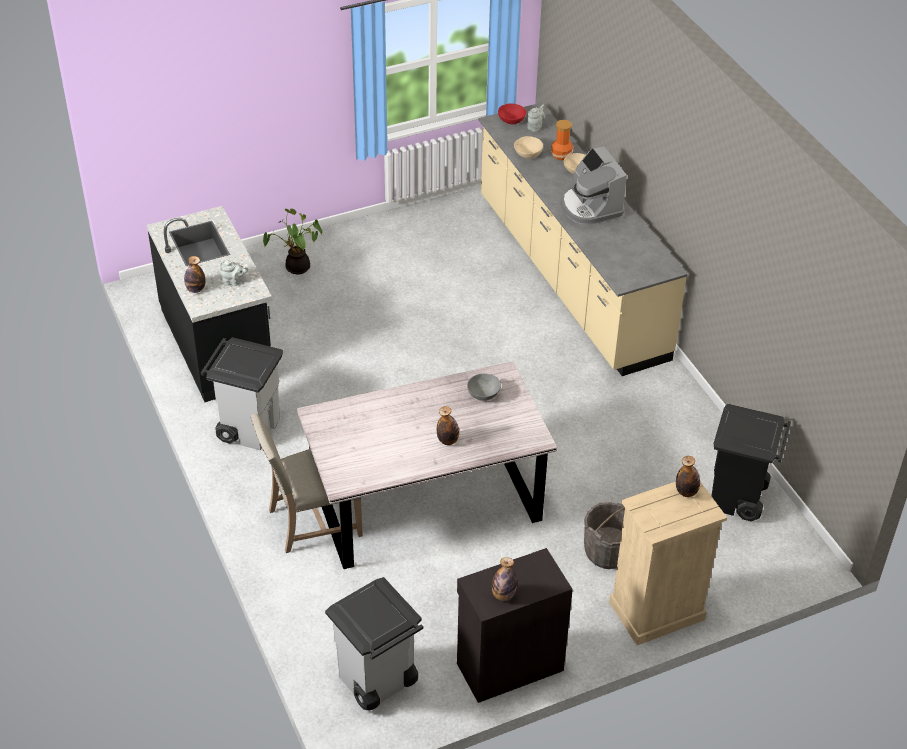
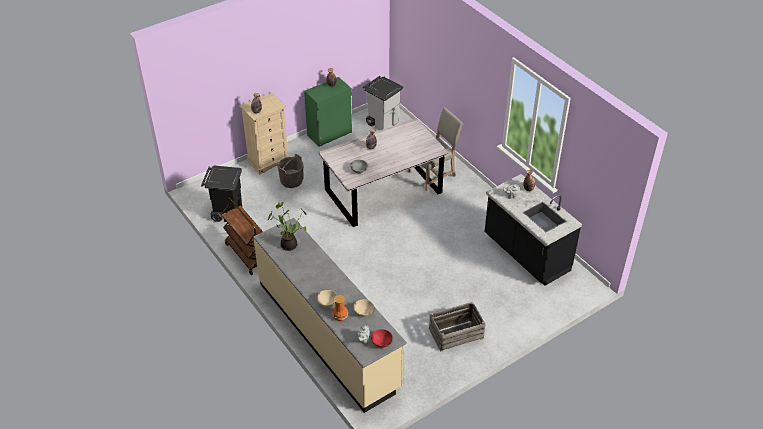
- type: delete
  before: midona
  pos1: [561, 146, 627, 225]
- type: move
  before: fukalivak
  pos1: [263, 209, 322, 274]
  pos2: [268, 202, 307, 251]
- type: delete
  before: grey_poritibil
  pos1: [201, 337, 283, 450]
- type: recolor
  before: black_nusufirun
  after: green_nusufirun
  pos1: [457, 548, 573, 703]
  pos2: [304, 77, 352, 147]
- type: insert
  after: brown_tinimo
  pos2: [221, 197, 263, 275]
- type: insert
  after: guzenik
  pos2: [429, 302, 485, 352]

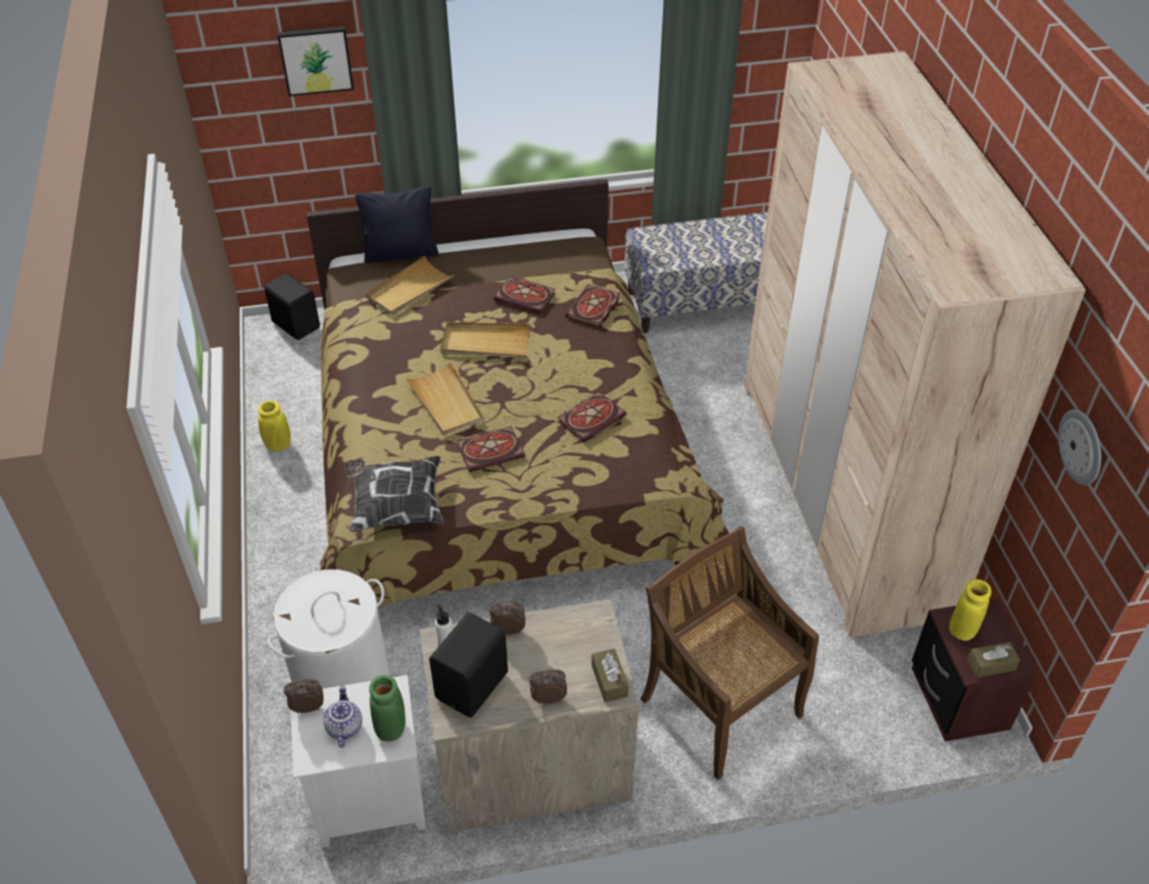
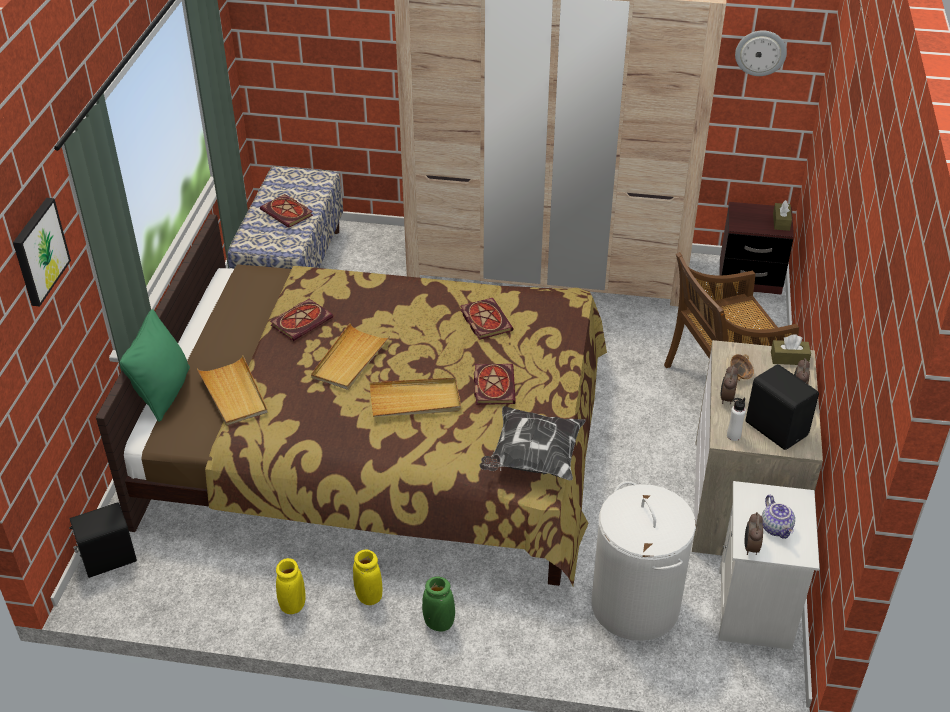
- type: recolor
  before: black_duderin
  after: green_duderin
  pos1: [355, 186, 439, 264]
  pos2: [120, 309, 190, 422]
- type: move
  before: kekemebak
  pos1: [566, 284, 621, 328]
  pos2: [260, 194, 313, 228]
- type: move
  before: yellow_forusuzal
  pos1: [949, 579, 992, 641]
  pos2: [353, 549, 382, 605]
- type: move
  before: green_forusuzal
  pos1: [369, 675, 406, 741]
  pos2: [422, 576, 455, 631]
- type: rotate
  before: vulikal
  pos1: [323, 685, 362, 748]
  pos2: [762, 495, 795, 539]
  turn: -120
- type: insert
  after: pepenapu
  pos2: [730, 354, 754, 381]

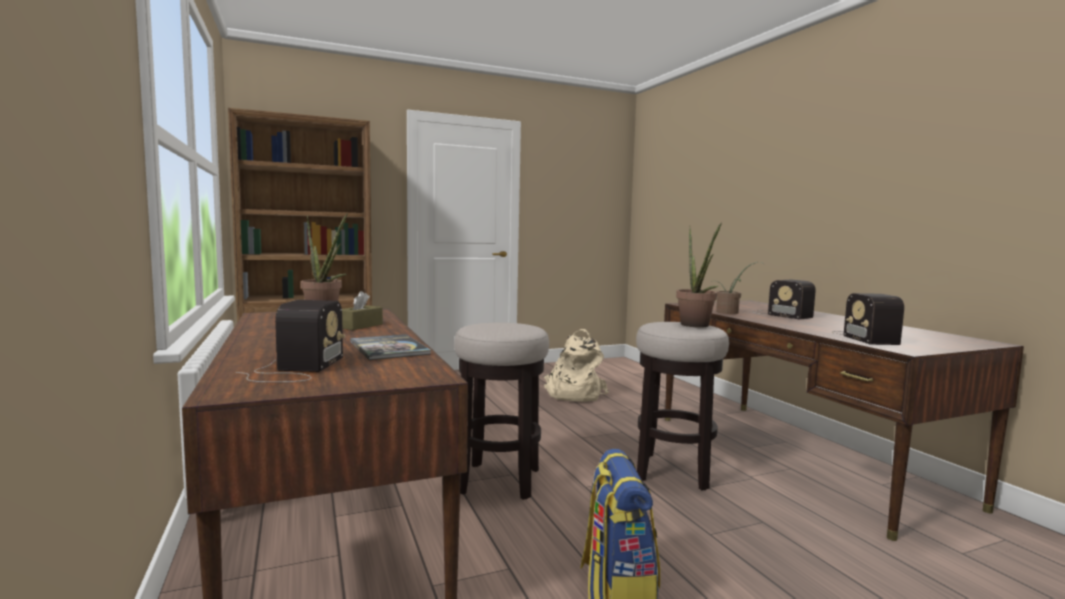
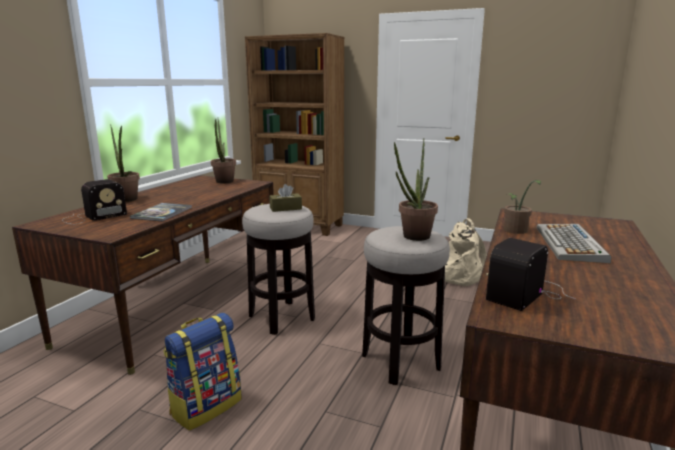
- type: replace
  before: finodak
  after: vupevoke
  pos1: [753, 280, 816, 320]
  pos2: [537, 224, 612, 263]
- type: move
  before: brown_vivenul
  pos1: [342, 291, 383, 330]
  pos2: [269, 184, 302, 212]
- type: insert
  after: fukalivak
  pos2: [107, 124, 140, 202]

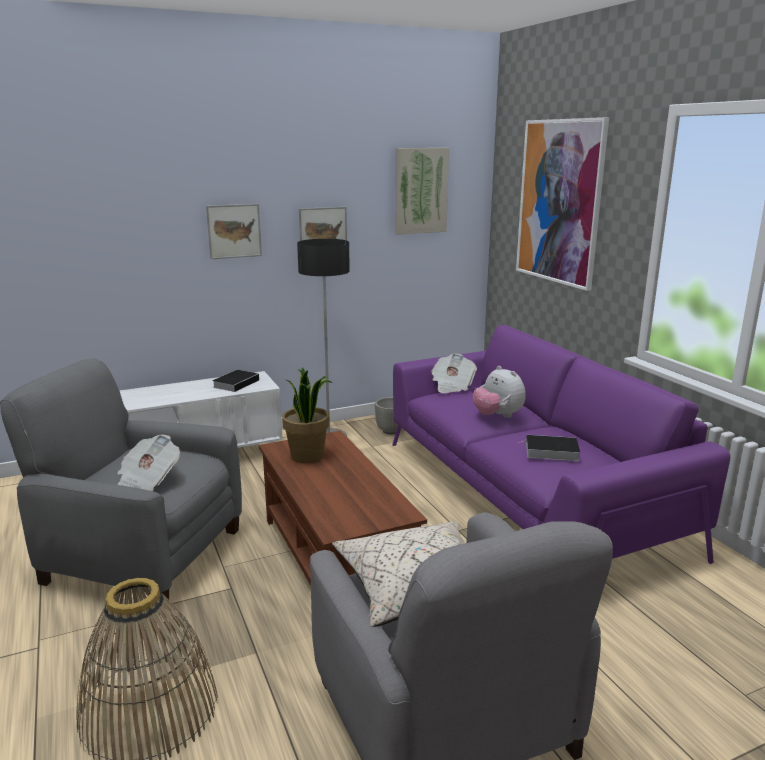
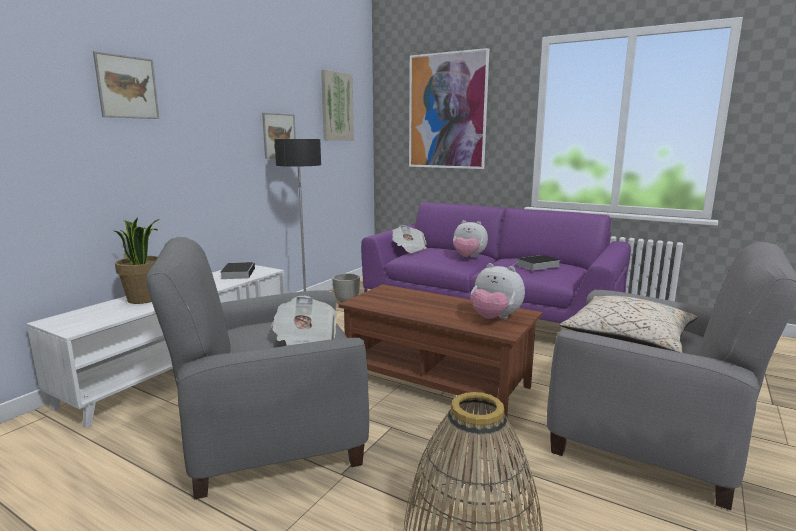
- type: move
  before: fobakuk
  pos1: [206, 204, 262, 259]
  pos2: [93, 51, 160, 119]
- type: move
  before: fukalivak
  pos1: [282, 367, 332, 463]
  pos2: [115, 217, 159, 304]
- type: insert
  after: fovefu
  pos2: [470, 263, 525, 319]

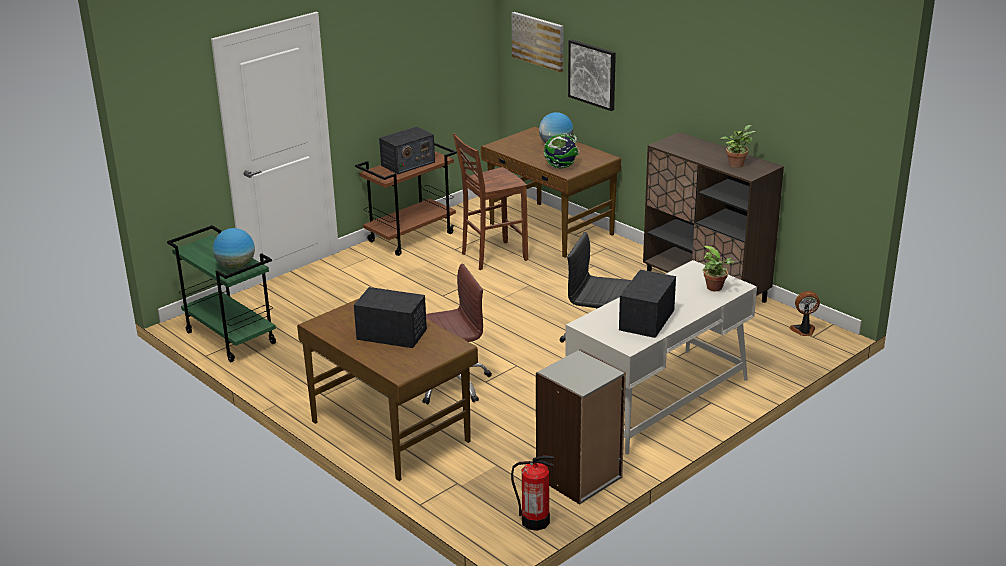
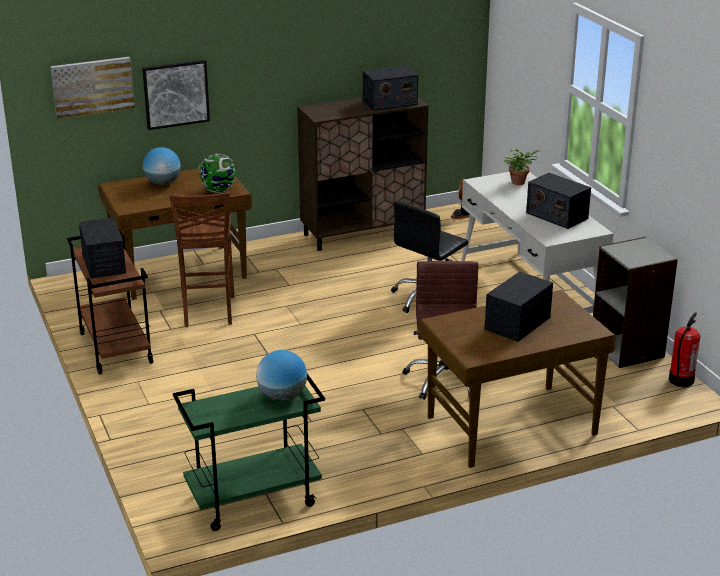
- type: replace
  before: fukalivak
  after: finodak
  pos1: [720, 125, 756, 168]
  pos2: [363, 66, 418, 111]

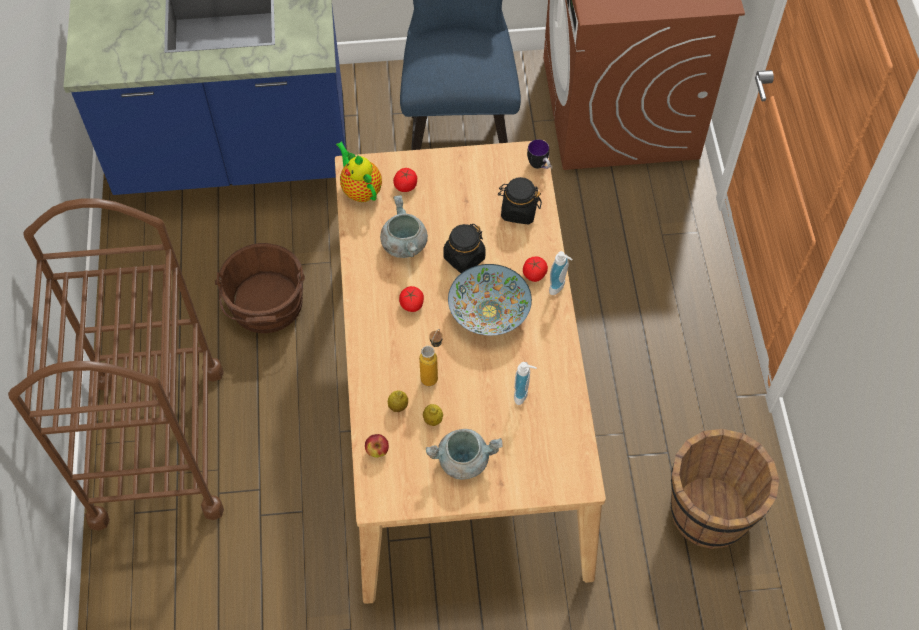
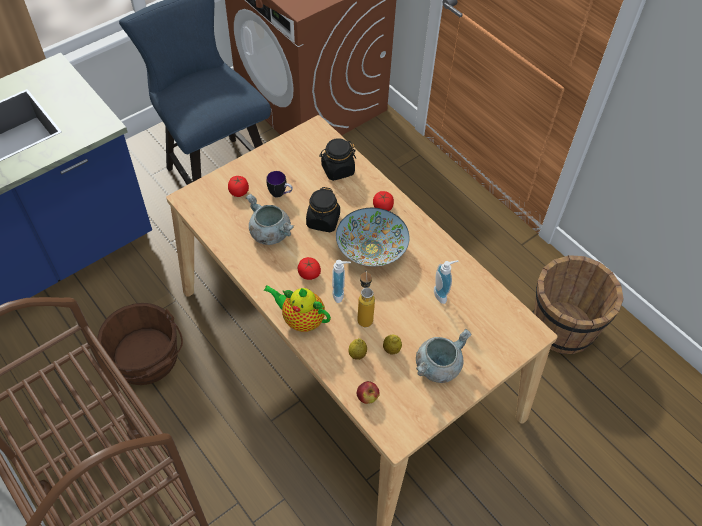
- type: move
  before: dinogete
  pos1: [527, 139, 551, 169]
  pos2: [266, 171, 293, 197]
- type: move
  before: vulikal
  pos1: [336, 141, 382, 202]
  pos2: [264, 285, 331, 332]
- type: move
  before: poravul
  pos1: [549, 251, 573, 295]
  pos2: [332, 260, 351, 303]

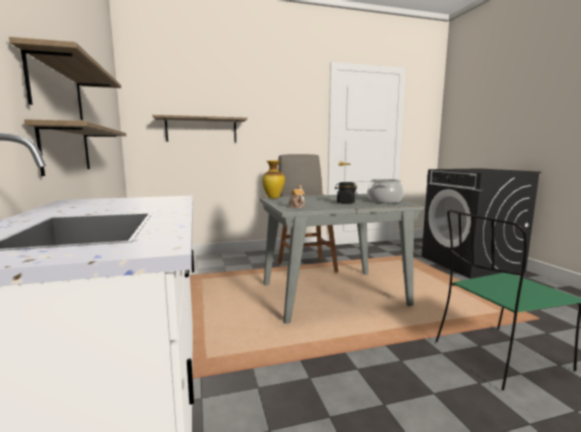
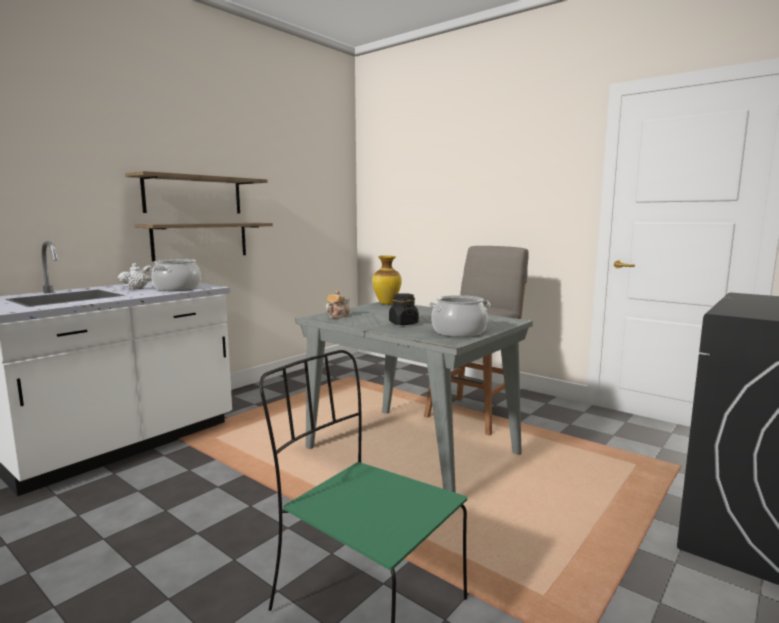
- type: delete
  before: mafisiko
  pos1: [153, 115, 247, 142]
- type: insert
  after: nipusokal
  pos2: [151, 259, 201, 291]
- type: insert
  after: white_vulikal
  pos2: [118, 263, 153, 290]

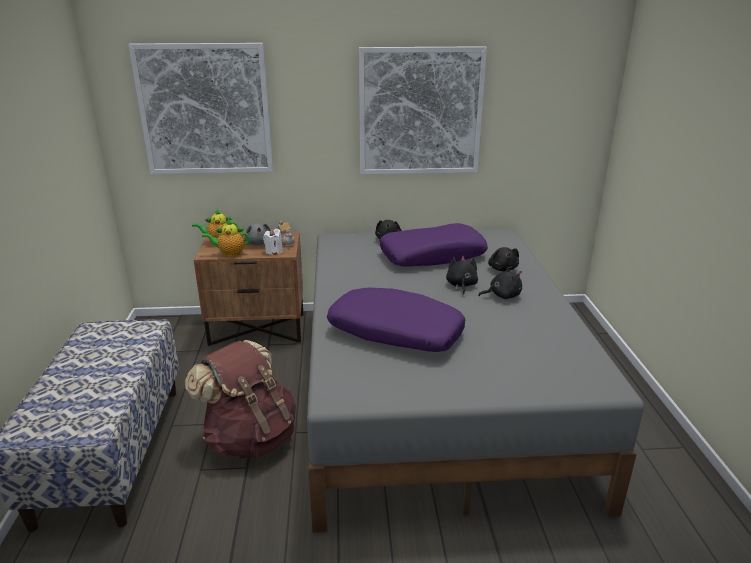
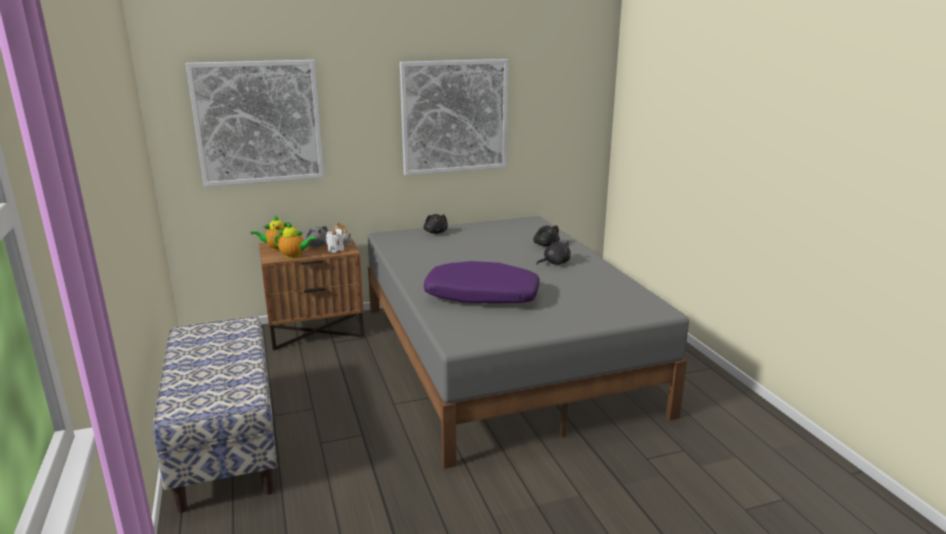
- type: rotate
  before: vulikal
  pos1: [202, 219, 250, 257]
  pos2: [274, 222, 316, 258]
  turn: -150
- type: delete
  before: purple_duderin
  pos1: [379, 223, 488, 267]
- type: delete
  before: black_fovefu
  pos1: [446, 256, 478, 295]
- type: delete
  before: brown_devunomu
  pos1: [185, 340, 296, 459]

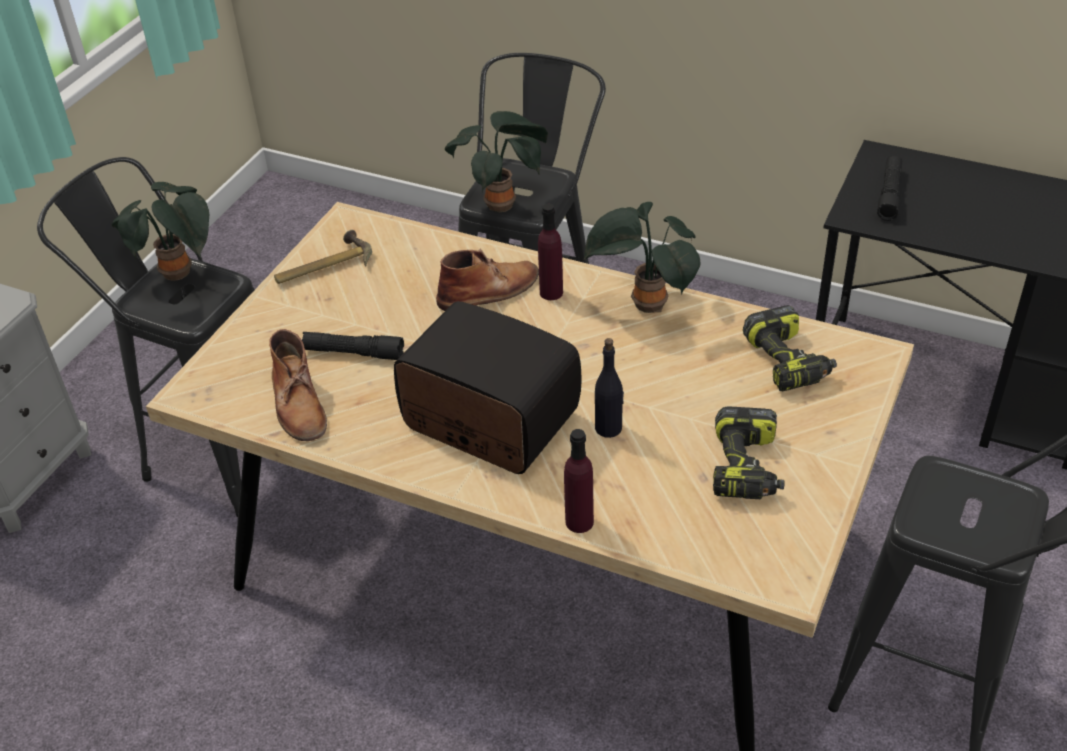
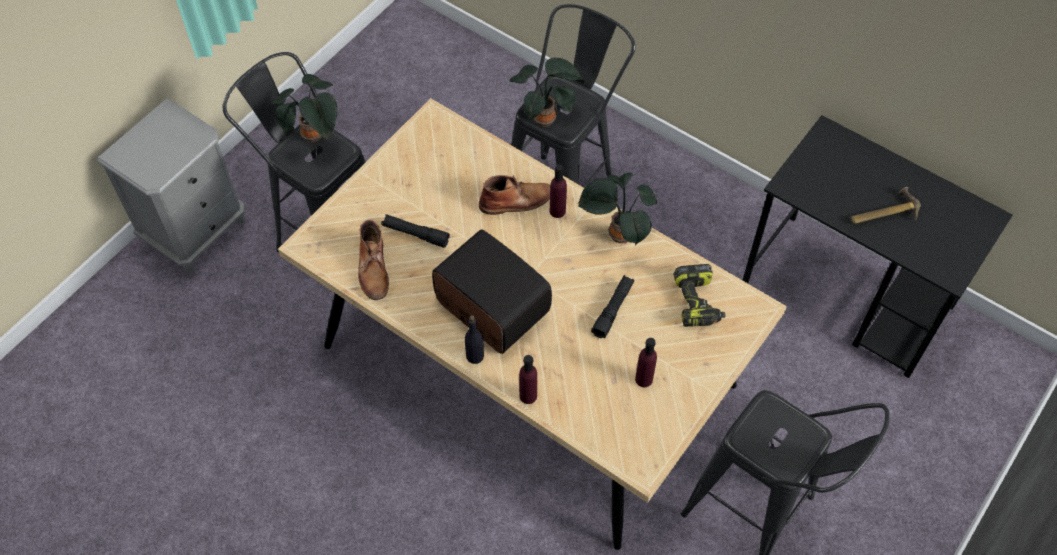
- type: move
  before: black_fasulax
  pos1: [877, 156, 902, 221]
  pos2: [591, 275, 634, 338]
- type: move
  before: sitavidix
  pos1: [274, 230, 372, 284]
  pos2: [851, 187, 921, 224]
- type: move
  before: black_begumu
  pos1: [595, 338, 624, 438]
  pos2: [465, 315, 484, 364]
- type: replace
  before: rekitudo
  after: purple_begumu
  pos1: [713, 406, 785, 499]
  pos2: [635, 338, 657, 387]

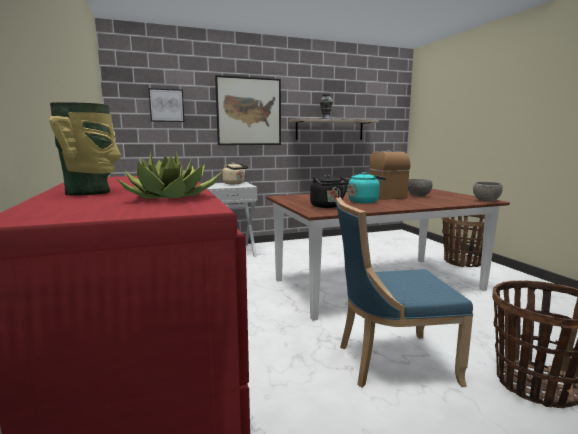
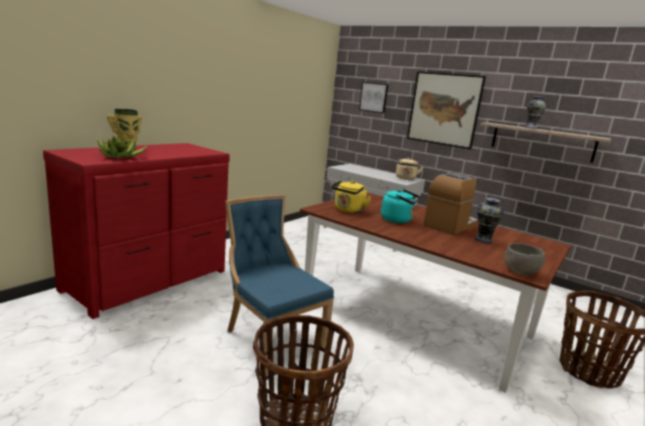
- type: recolor
  before: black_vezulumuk
  after: yellow_vezulumuk
  pos1: [310, 174, 349, 208]
  pos2: [331, 180, 372, 213]
- type: replace
  before: grey_pepenapu
  after: forusuzal
  pos1: [408, 179, 433, 196]
  pos2: [475, 198, 504, 244]

